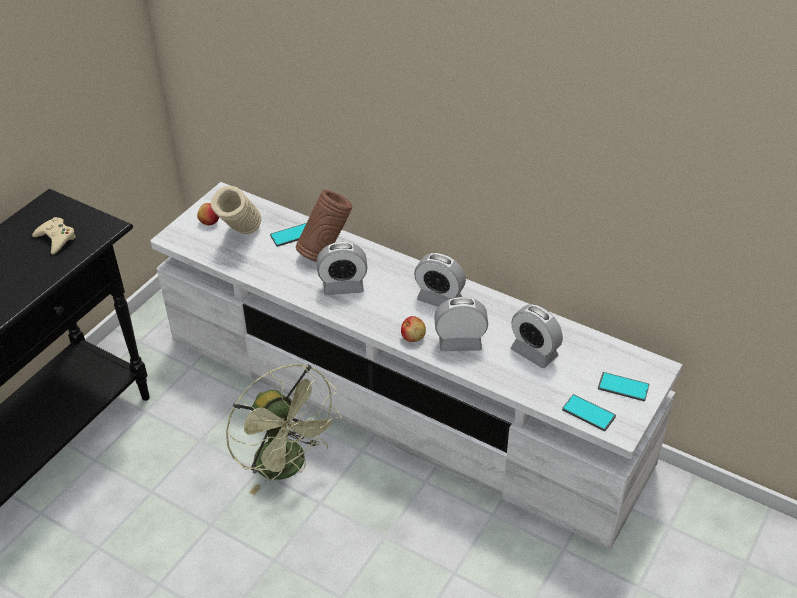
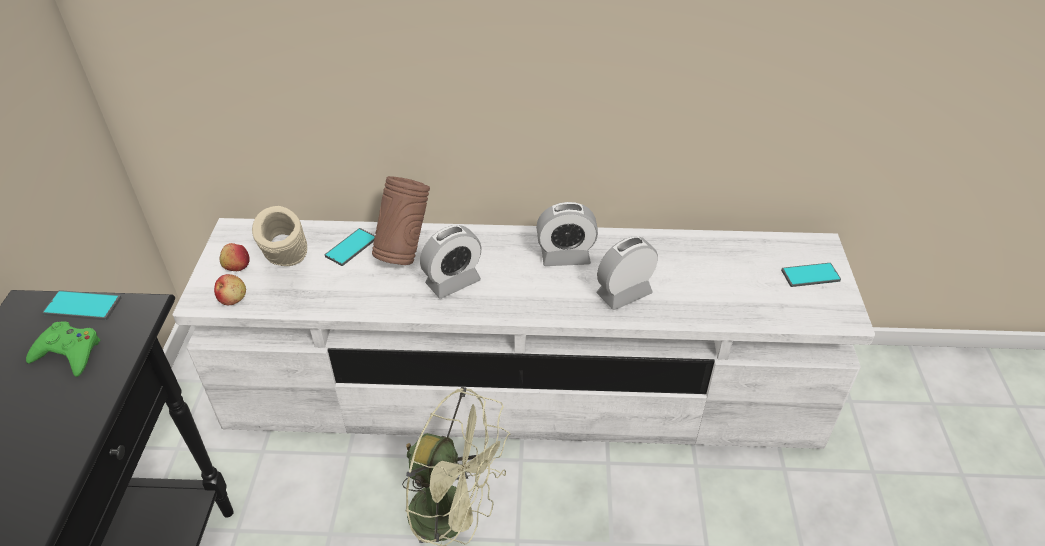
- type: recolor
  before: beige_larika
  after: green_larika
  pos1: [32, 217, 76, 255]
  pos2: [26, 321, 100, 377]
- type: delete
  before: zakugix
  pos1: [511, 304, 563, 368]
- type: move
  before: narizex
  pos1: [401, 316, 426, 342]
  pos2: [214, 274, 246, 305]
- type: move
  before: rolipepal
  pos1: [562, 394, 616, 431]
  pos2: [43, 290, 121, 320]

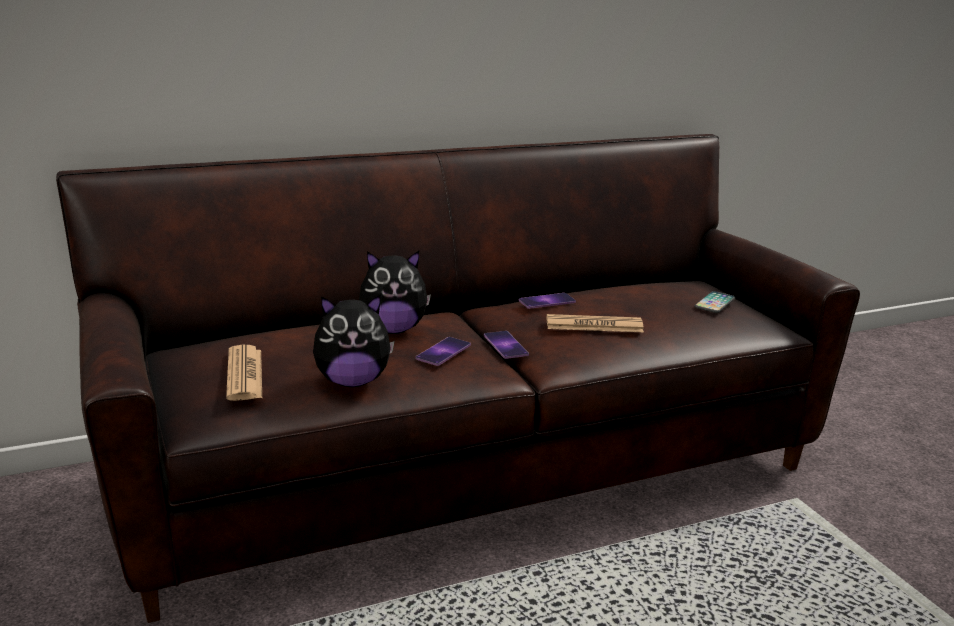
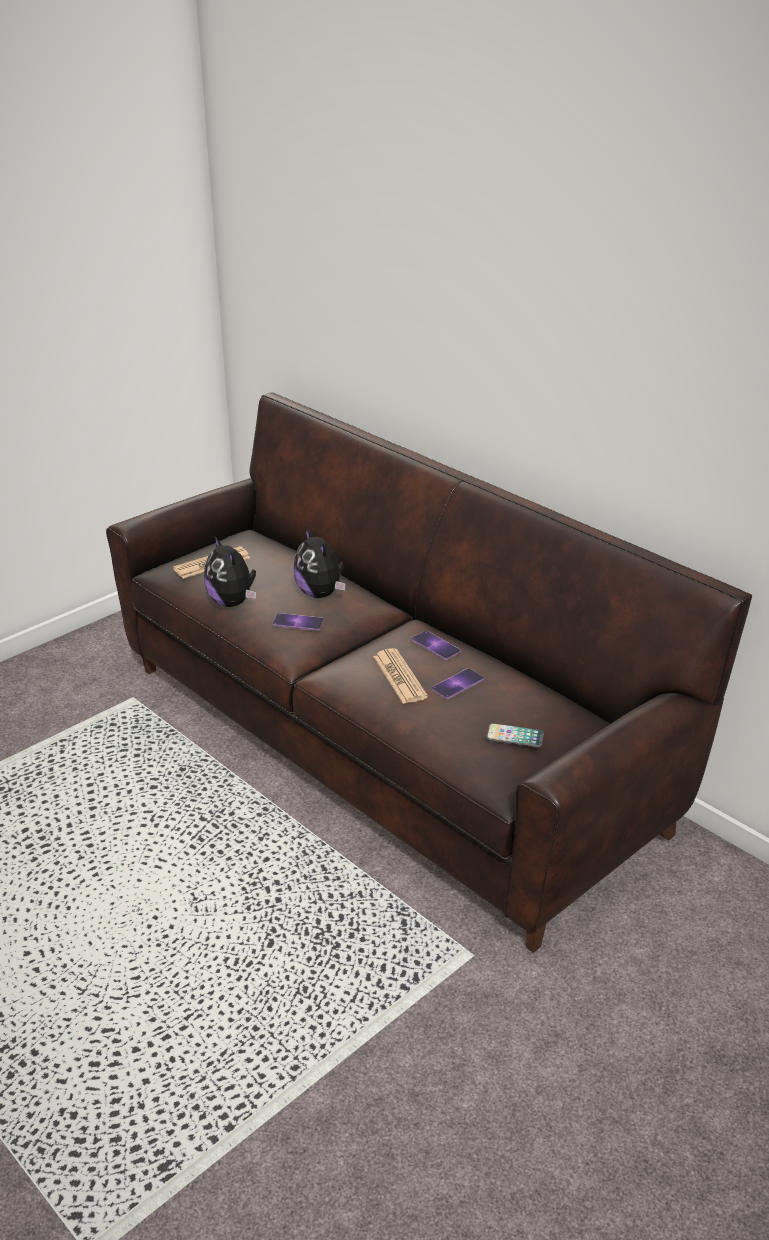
- type: move
  before: rolipepal
  pos1: [484, 331, 529, 359]
  pos2: [432, 668, 484, 699]

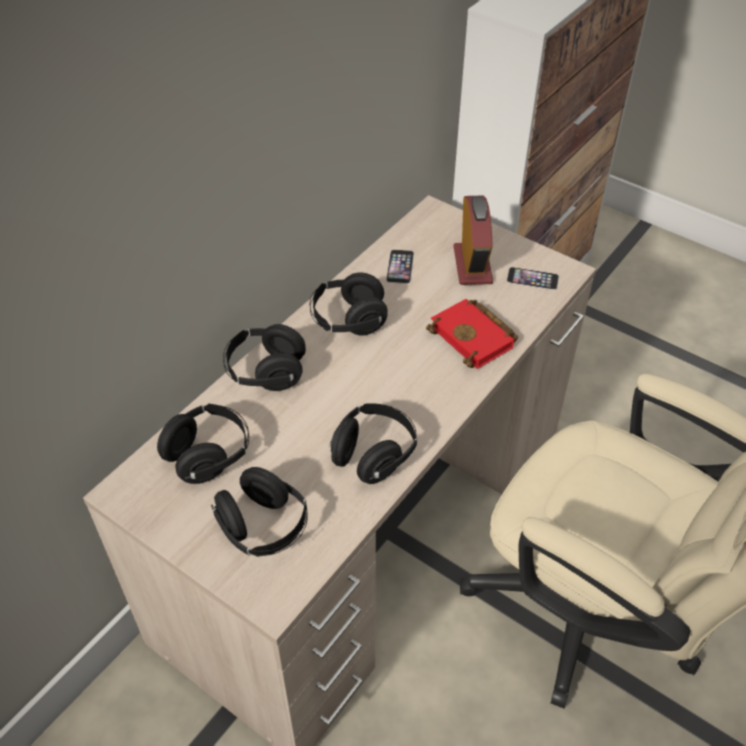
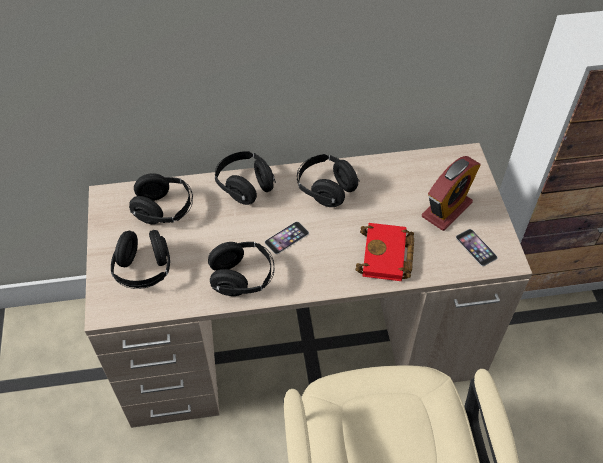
- type: move
  before: rolipepal
  pos1: [386, 250, 414, 284]
  pos2: [265, 221, 309, 254]

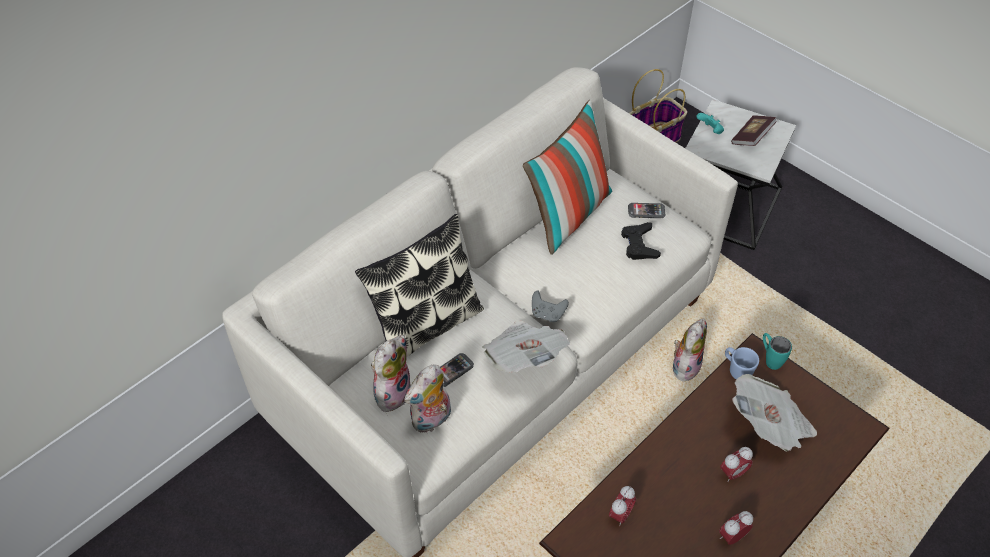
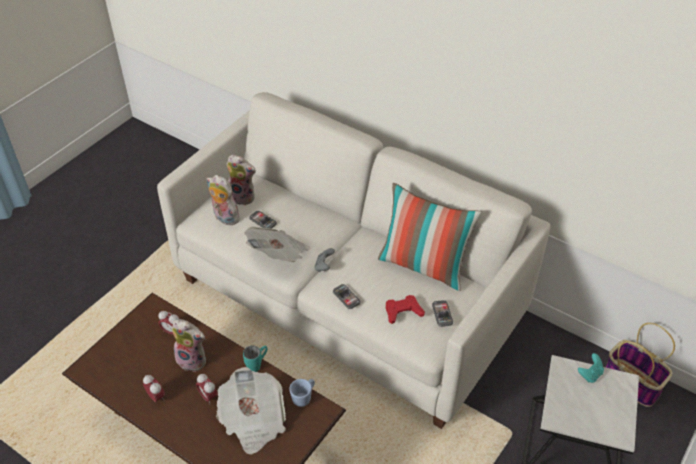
- type: delete
  before: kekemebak
  pos1: [731, 115, 777, 146]
- type: delete
  before: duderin
  pos1: [355, 214, 484, 357]
- type: recolor
  before: black_larika
  after: red_larika
  pos1: [621, 222, 661, 260]
  pos2: [386, 295, 425, 324]
- type: move
  before: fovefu
  pos1: [673, 319, 707, 383]
  pos2: [172, 319, 206, 372]
- type: move
  before: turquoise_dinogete
  pos1: [763, 333, 792, 370]
  pos2: [243, 345, 268, 372]
- type: insert
  after: rolipepal
  pos2: [333, 284, 361, 309]

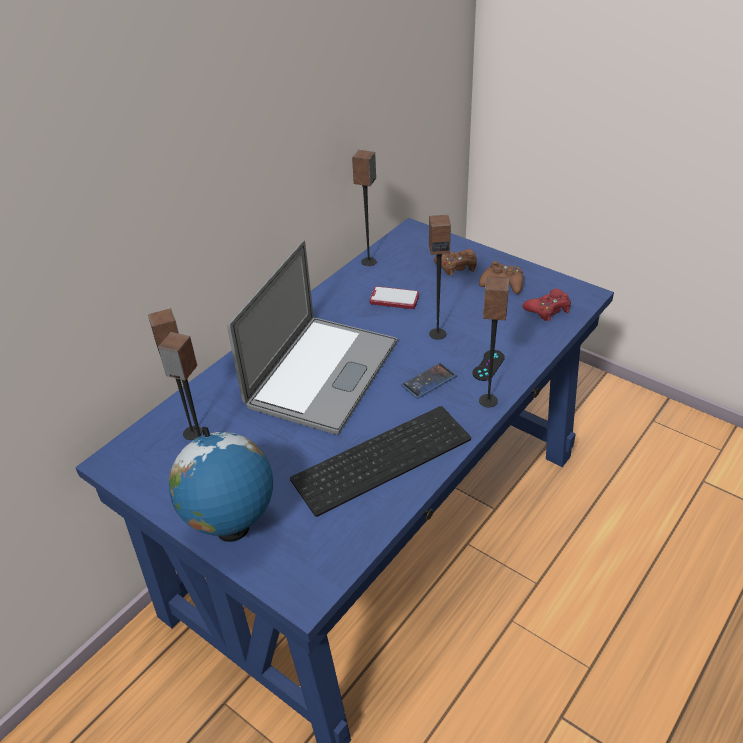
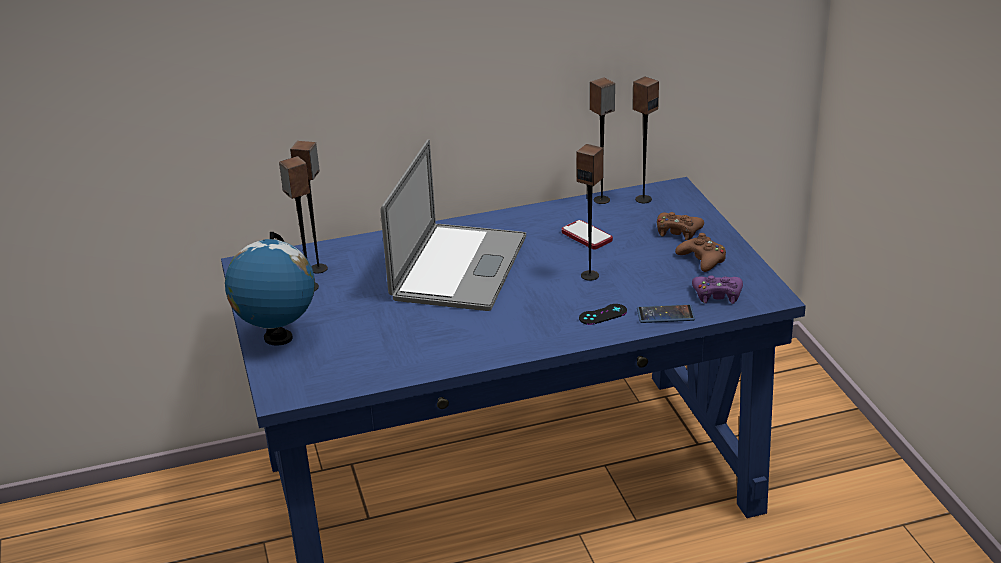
- type: rotate
  before: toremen
  pos1: [227, 240, 398, 435]
  pos2: [381, 139, 526, 311]
  turn: -45
- type: move
  before: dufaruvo
  pos1: [479, 277, 509, 407]
  pos2: [633, 76, 659, 203]
- type: recolor
  before: red_larika
  after: purple_larika
  pos1: [522, 289, 571, 321]
  pos2: [692, 275, 743, 304]
- type: move
  before: rolipepal
  pos1: [401, 363, 457, 399]
  pos2: [637, 304, 695, 323]
- type: delete
  before: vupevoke
  pos1: [290, 406, 471, 517]

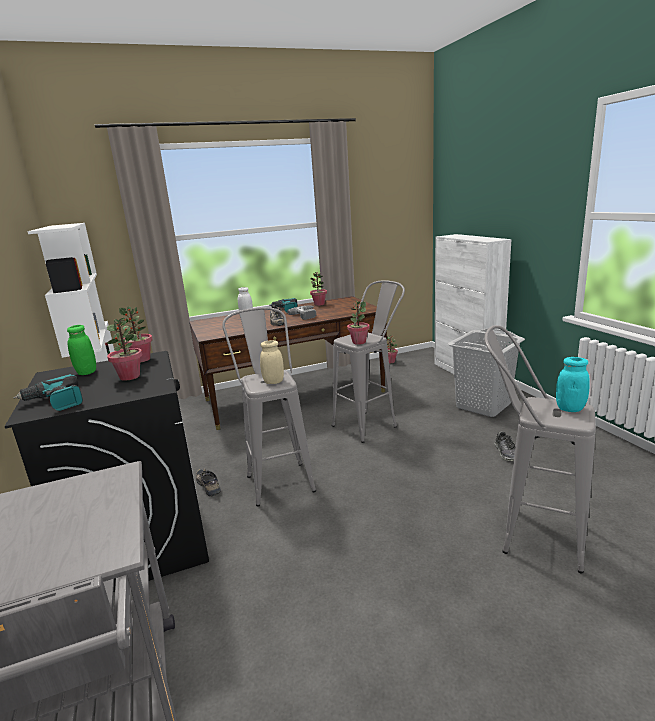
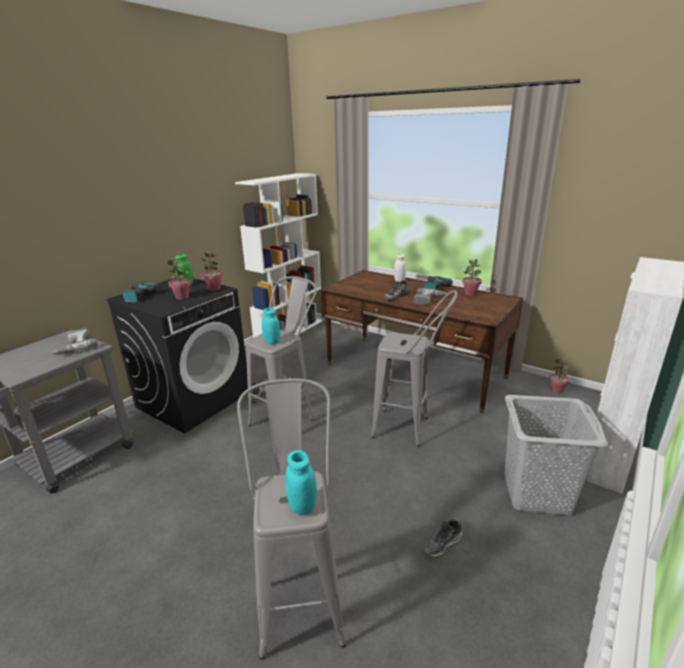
- type: delete
  before: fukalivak
  pos1: [347, 301, 370, 345]
- type: recolor
  before: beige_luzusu
  after: turquoise_luzusu
  pos1: [260, 340, 284, 384]
  pos2: [262, 308, 280, 345]
- type: insert
  after: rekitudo
  pos2: [53, 328, 98, 354]

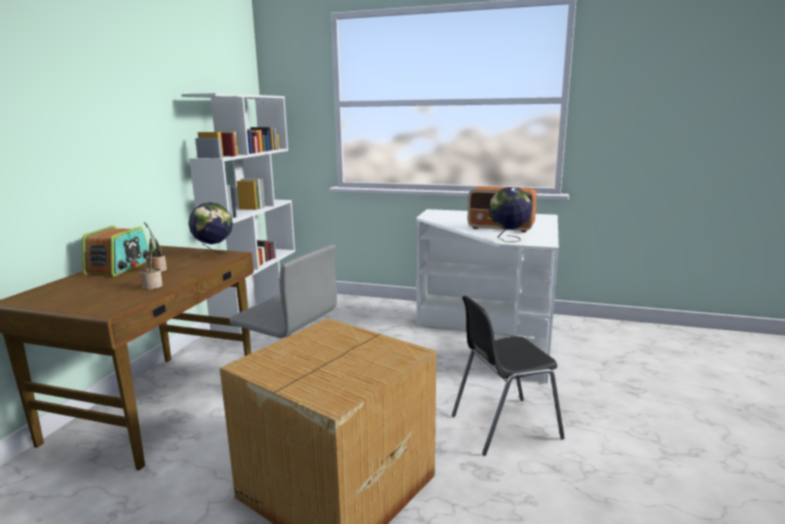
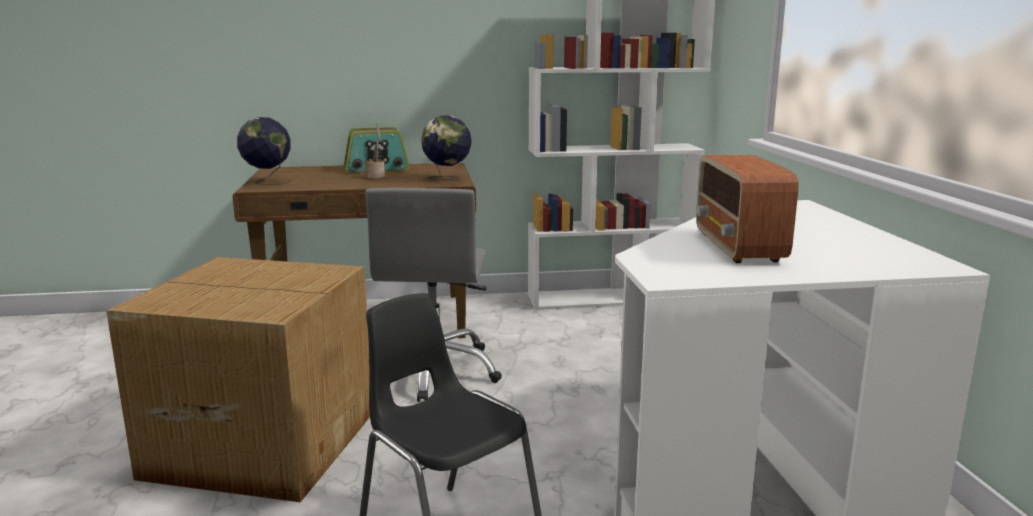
- type: move
  before: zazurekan
  pos1: [489, 187, 532, 242]
  pos2: [237, 117, 291, 185]
- type: delete
  before: fukalivak
  pos1: [139, 232, 163, 290]

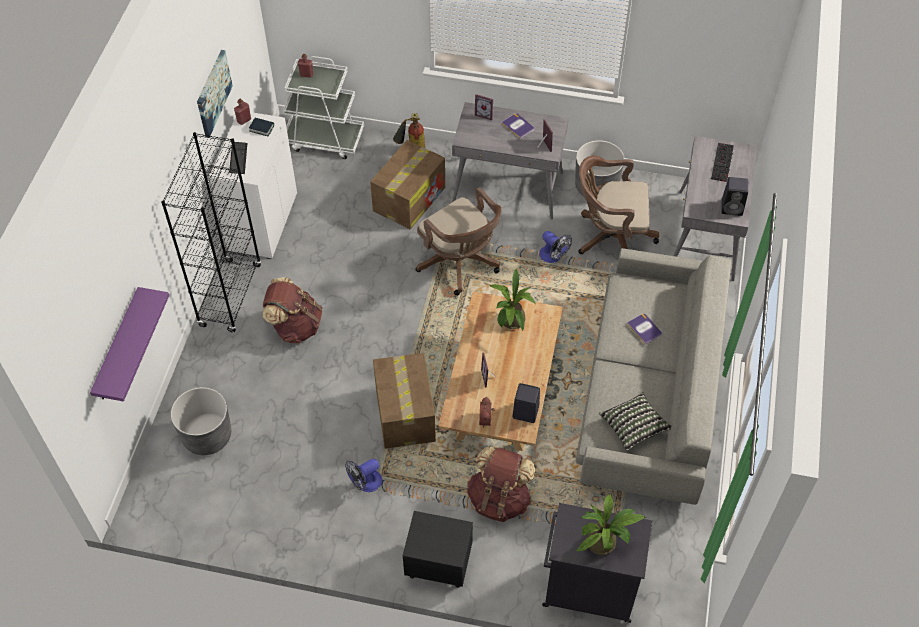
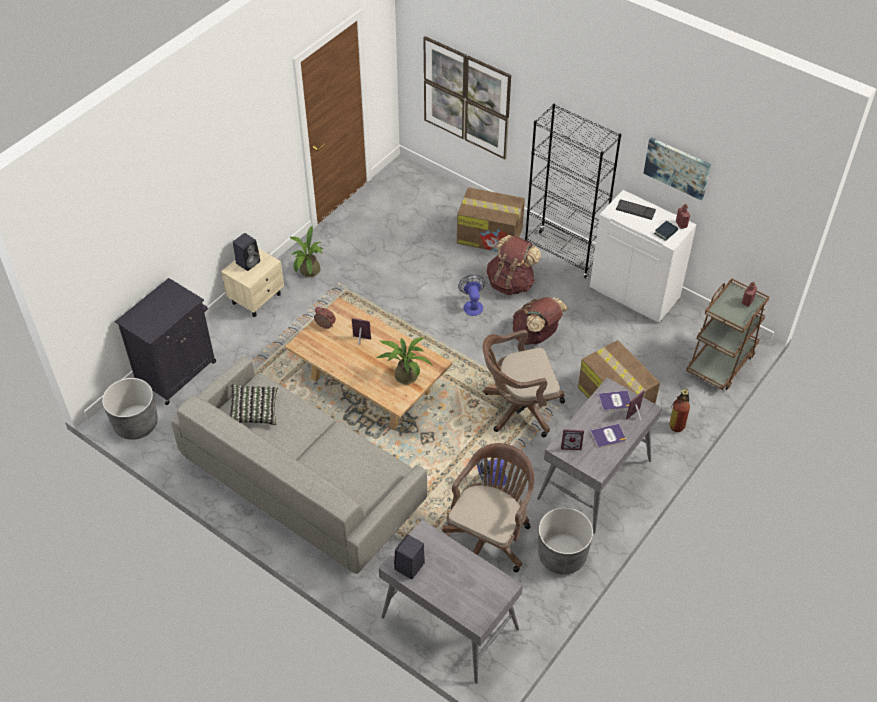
- type: recolor
  before: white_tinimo
  after: brown_tinimo
  pos1: [283, 56, 364, 159]
  pos2: [686, 278, 769, 390]
- type: delete
  before: vupevoke
  pos1: [711, 143, 734, 182]
- type: replace
  before: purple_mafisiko
  after: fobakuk
  pos1: [90, 287, 169, 402]
  pos2: [423, 36, 511, 159]
- type: move
  before: kekemebak
  pos1: [627, 313, 662, 345]
  pos2: [598, 390, 631, 411]
- type: move
  before: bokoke
  pos1: [373, 353, 436, 449]
  pos2: [457, 187, 525, 252]
- type: move
  before: black_dufaruvo
  pos1: [513, 383, 540, 423]
  pos2: [233, 233, 260, 271]
- type: move
  before: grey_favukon
  pos1: [171, 387, 231, 455]
  pos2: [102, 378, 158, 440]
- type: move
  before: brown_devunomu
  pos1: [467, 446, 535, 522]
  pos2: [513, 297, 568, 345]
- type: move
  before: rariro
  pos1: [345, 459, 383, 492]
  pos2: [458, 275, 485, 316]
- type: move
  before: fukalivak
  pos1: [576, 495, 646, 555]
  pos2: [290, 226, 324, 277]
- type: recolor
  before: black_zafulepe
  after: beige_zafulepe
  pos1: [402, 511, 473, 588]
  pos2: [221, 248, 284, 317]

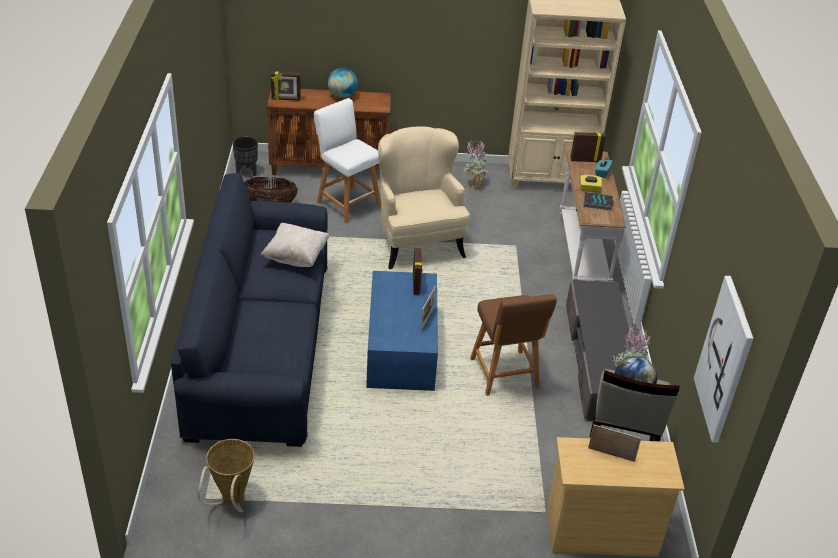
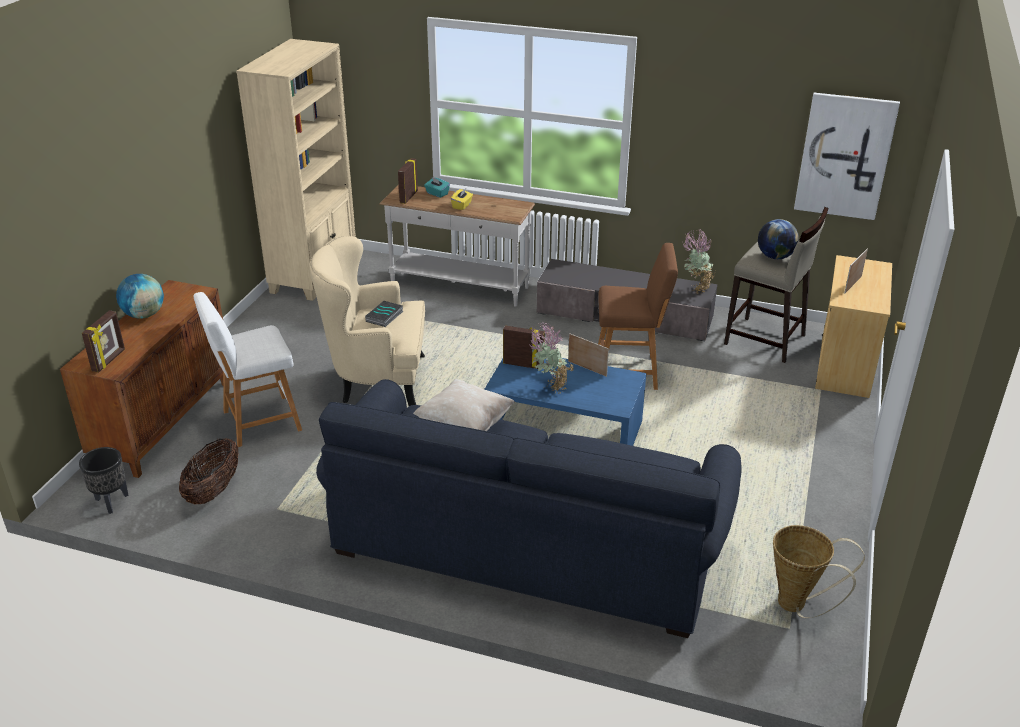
- type: move
  before: fukalivak
  pos1: [463, 140, 489, 189]
  pos2: [528, 321, 574, 394]
- type: move
  before: kekemebak
  pos1: [584, 192, 613, 211]
  pos2: [365, 301, 403, 327]

